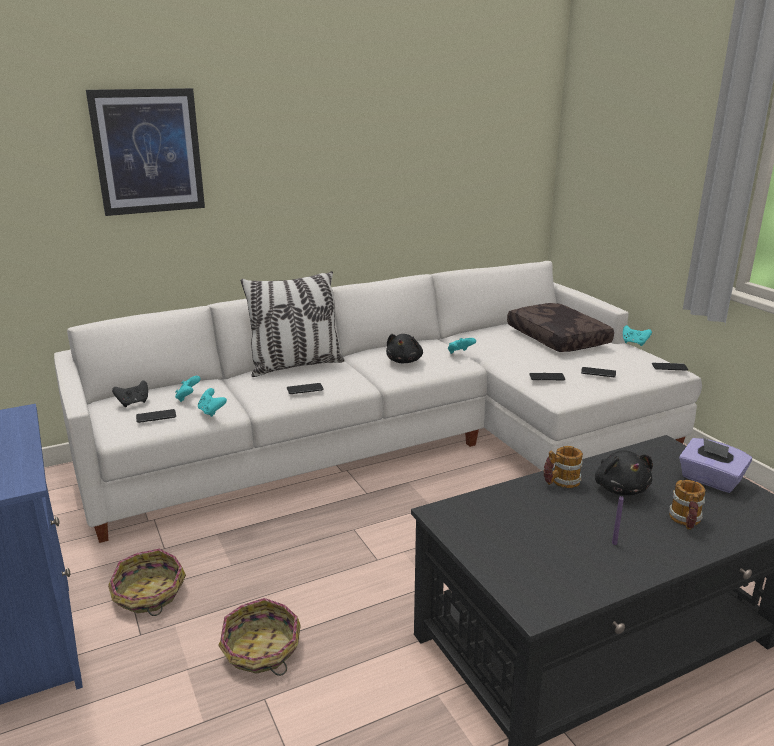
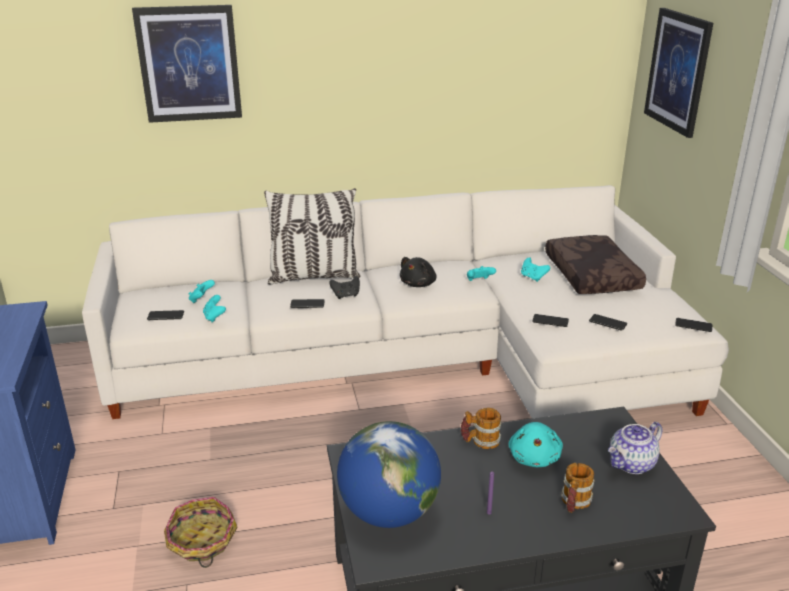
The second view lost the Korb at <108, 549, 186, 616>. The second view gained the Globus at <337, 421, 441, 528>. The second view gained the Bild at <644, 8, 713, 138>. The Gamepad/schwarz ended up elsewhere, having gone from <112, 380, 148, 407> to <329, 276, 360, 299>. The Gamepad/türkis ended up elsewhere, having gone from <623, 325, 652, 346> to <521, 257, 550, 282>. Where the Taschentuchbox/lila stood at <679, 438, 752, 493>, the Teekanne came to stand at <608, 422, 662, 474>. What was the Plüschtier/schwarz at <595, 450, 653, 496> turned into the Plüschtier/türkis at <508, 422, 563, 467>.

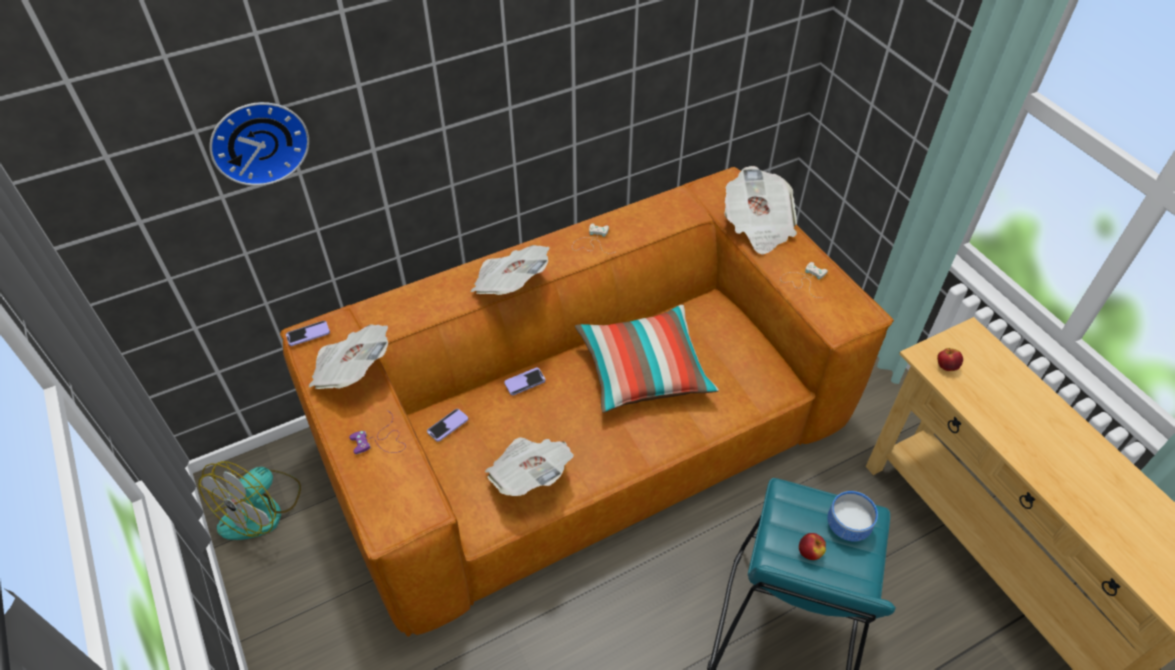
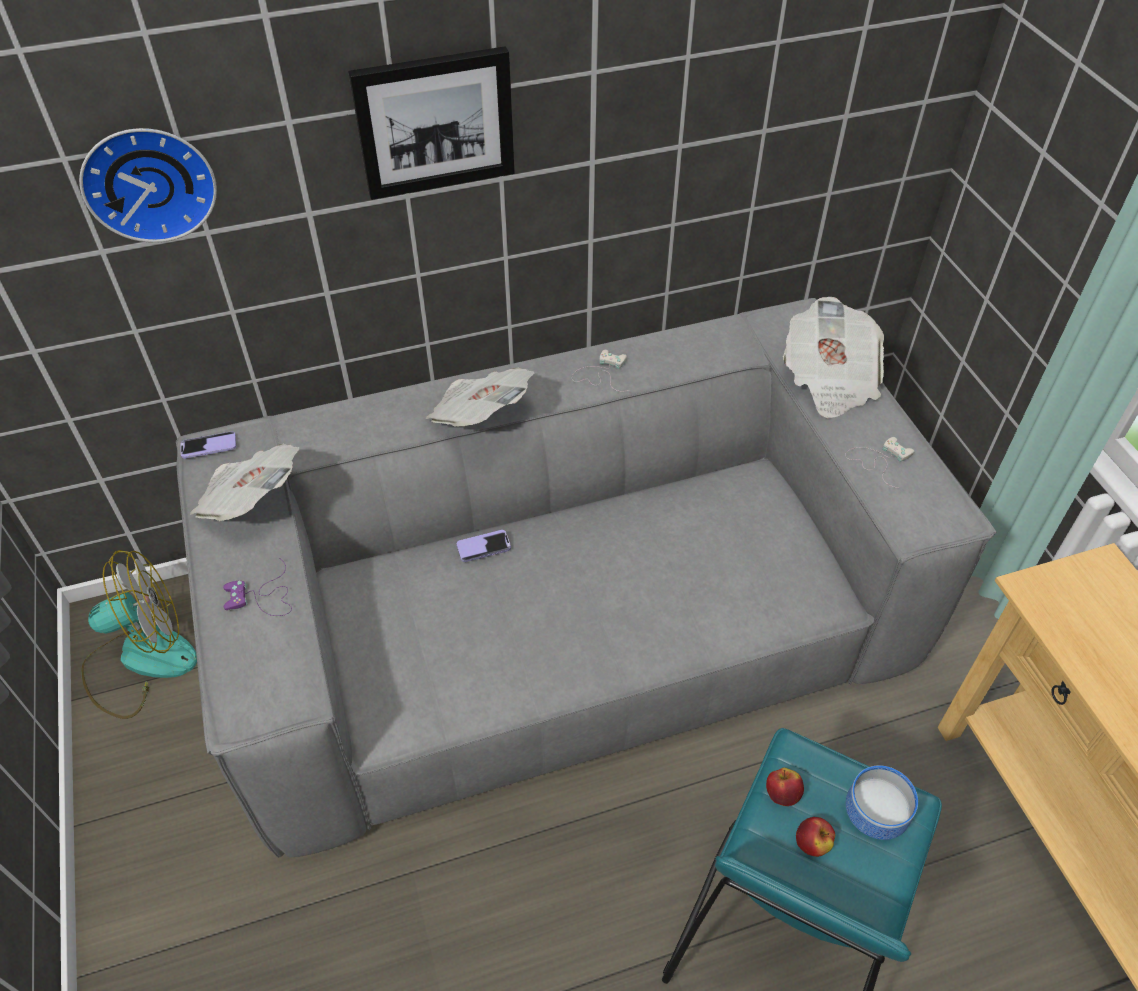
The second view lost the Handy at <427, 409, 468, 442>. The second view lost the Zeitung at <485, 437, 574, 496>. The second view lost the Kissen at <575, 305, 719, 413>. The second view gained the Bild at <348, 46, 515, 200>. The Apfel ended up elsewhere, having gone from <937, 348, 963, 371> to <766, 767, 804, 806>. What was the Sofa/braun at <280, 167, 894, 637> turned into the Sofa/grau at <176, 298, 997, 858>. The Ventilator at <198, 461, 301, 540> ended up facing another way, 150 degrees counterclockwise from before.

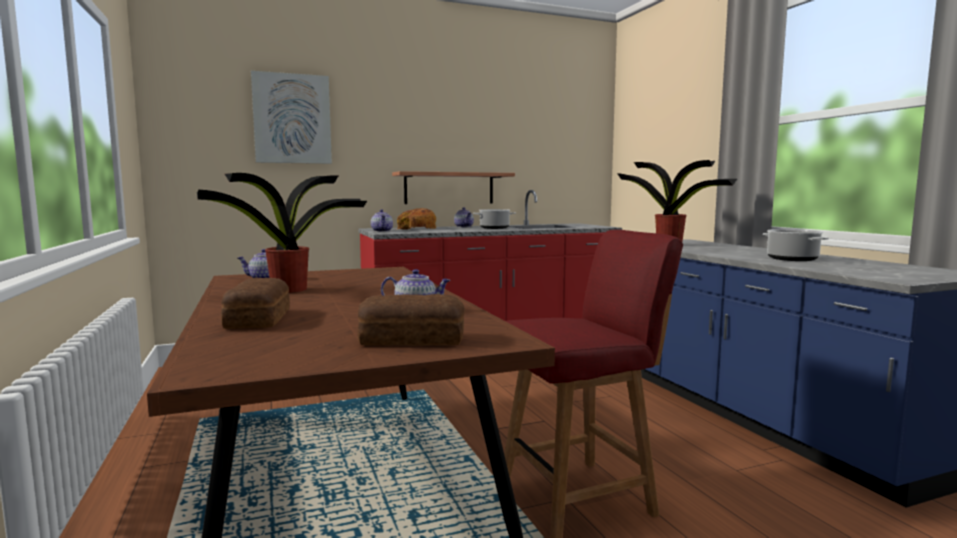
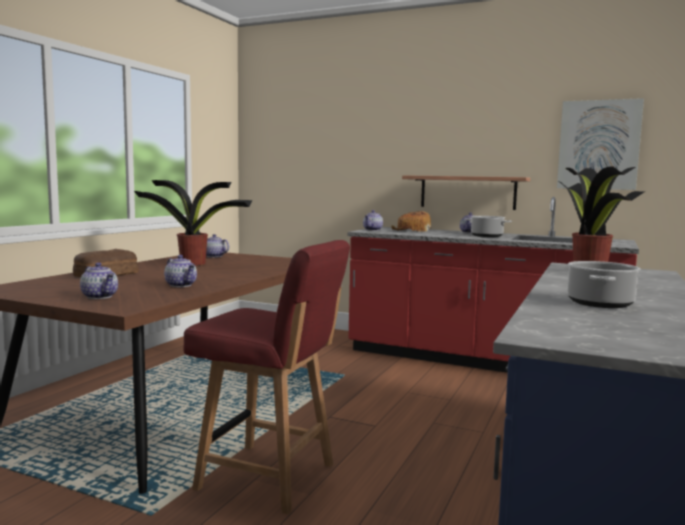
The Bild ended up elsewhere, having gone from <251, 71, 332, 164> to <557, 98, 644, 190>. Where the Brot stood at <357, 294, 465, 346>, the Teekanne came to stand at <80, 262, 118, 299>.

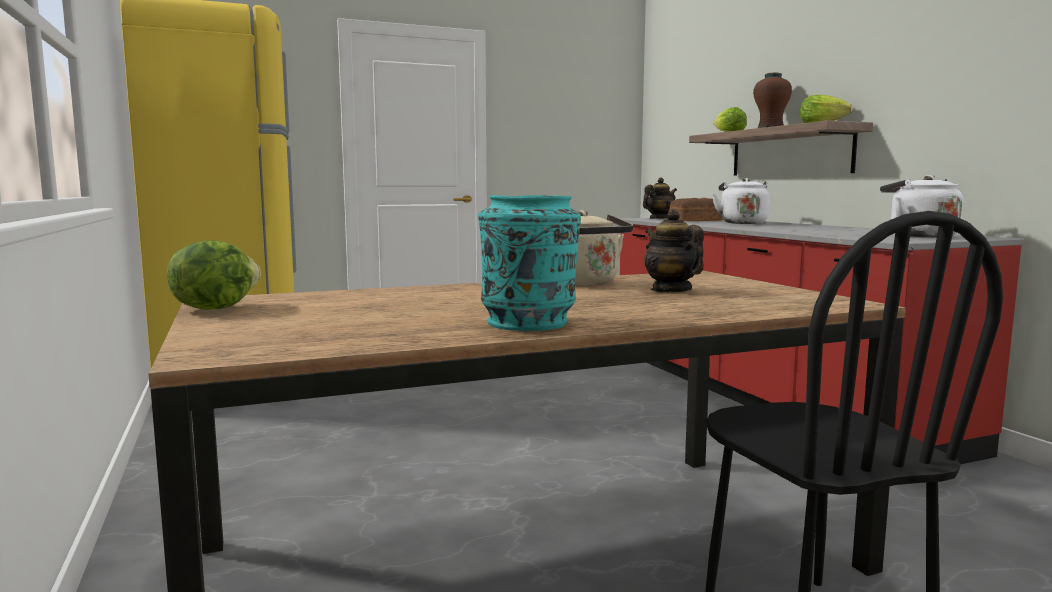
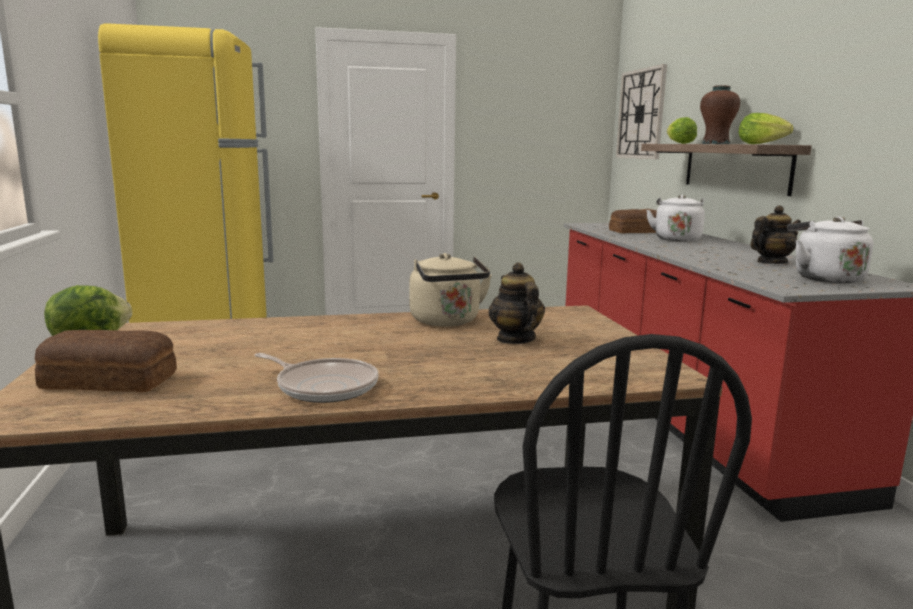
The second view gained the Brot at <35, 330, 177, 392>. The second view gained the Wanduhr at <616, 64, 667, 159>. The Teekanne ended up elsewhere, having gone from <643, 177, 677, 219> to <750, 205, 801, 264>. Where the Vase/türkis stood at <478, 195, 581, 331>, the Pfanne came to stand at <255, 353, 379, 403>.

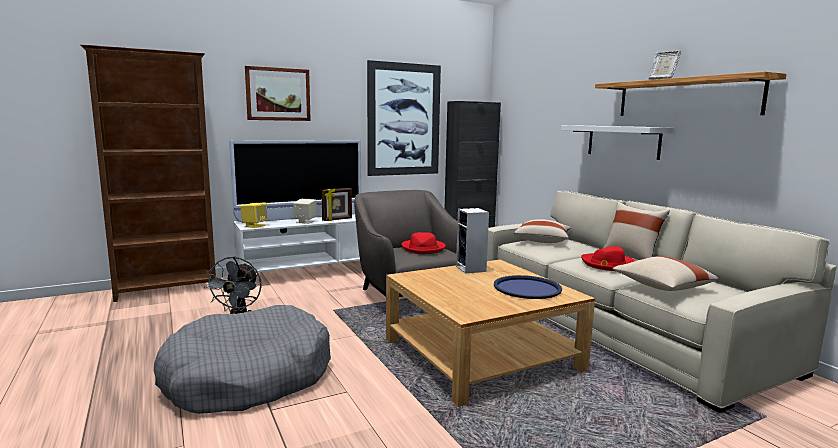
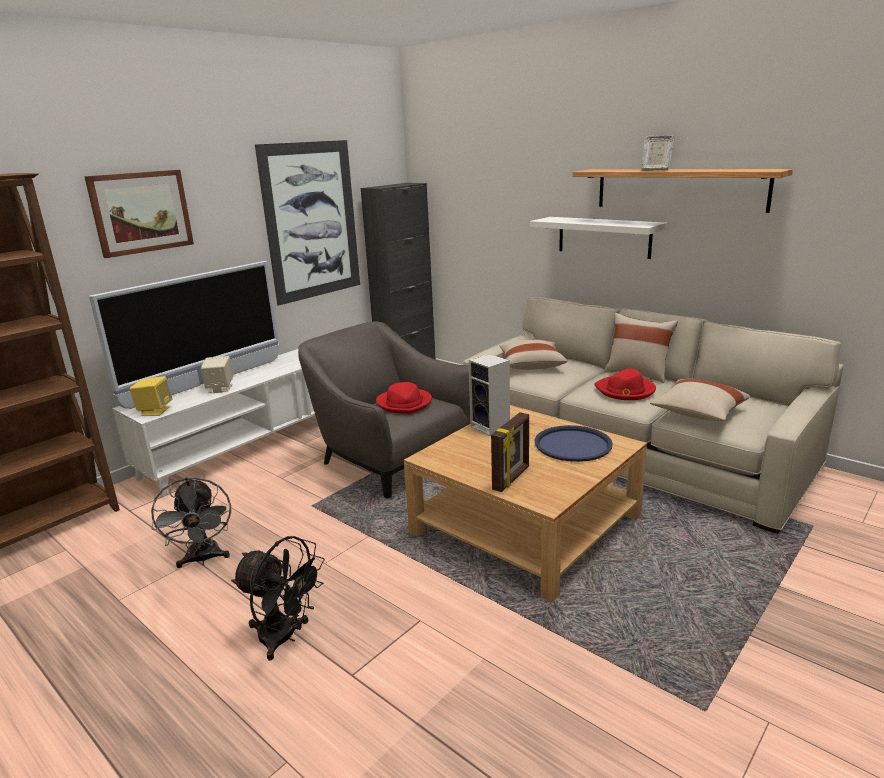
The Bilderrahmen ended up elsewhere, having gone from <321, 188, 352, 221> to <491, 412, 529, 492>. Where the Hundebett/grau stood at <154, 305, 331, 414>, the Ventilator/schwarz came to stand at <231, 536, 325, 661>.

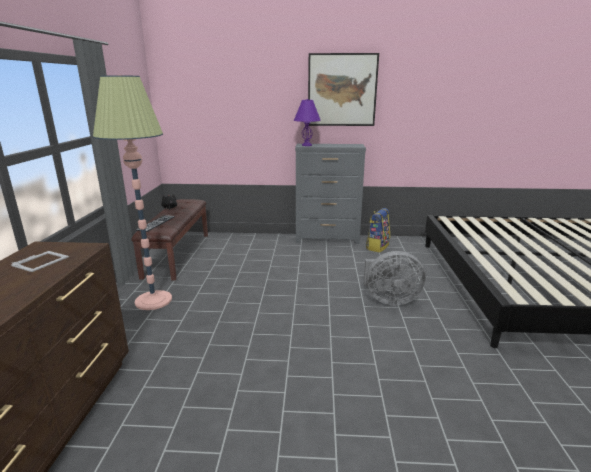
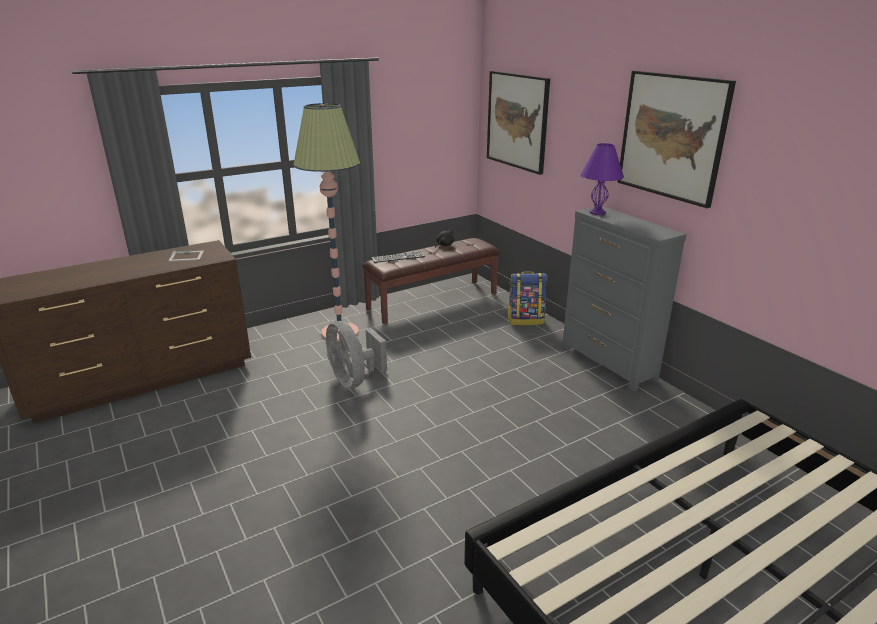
The second view gained the Bild at <487, 71, 550, 175>. The Ventilator/grau ended up elsewhere, having gone from <364, 251, 426, 305> to <326, 321, 387, 388>. The Rucksack ended up elsewhere, having gone from <366, 208, 390, 253> to <507, 271, 548, 325>.

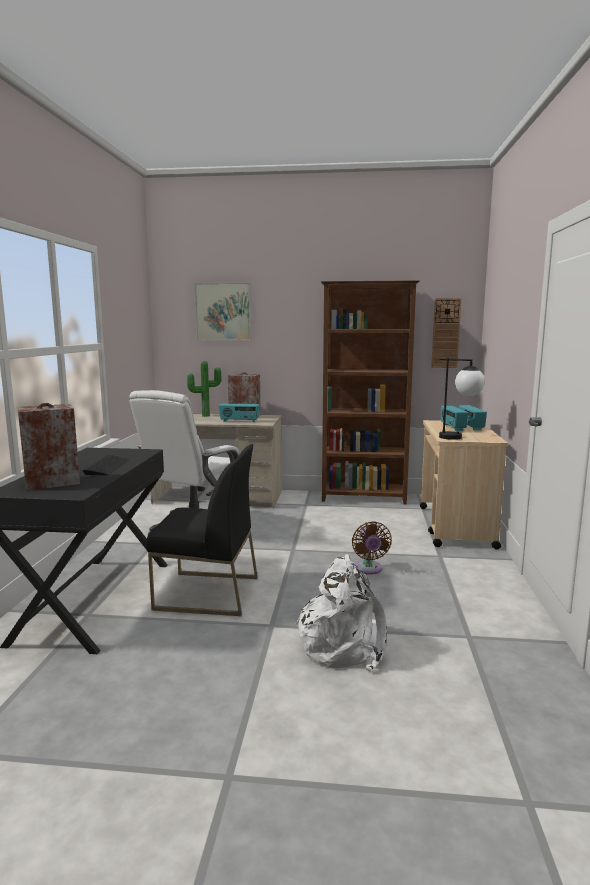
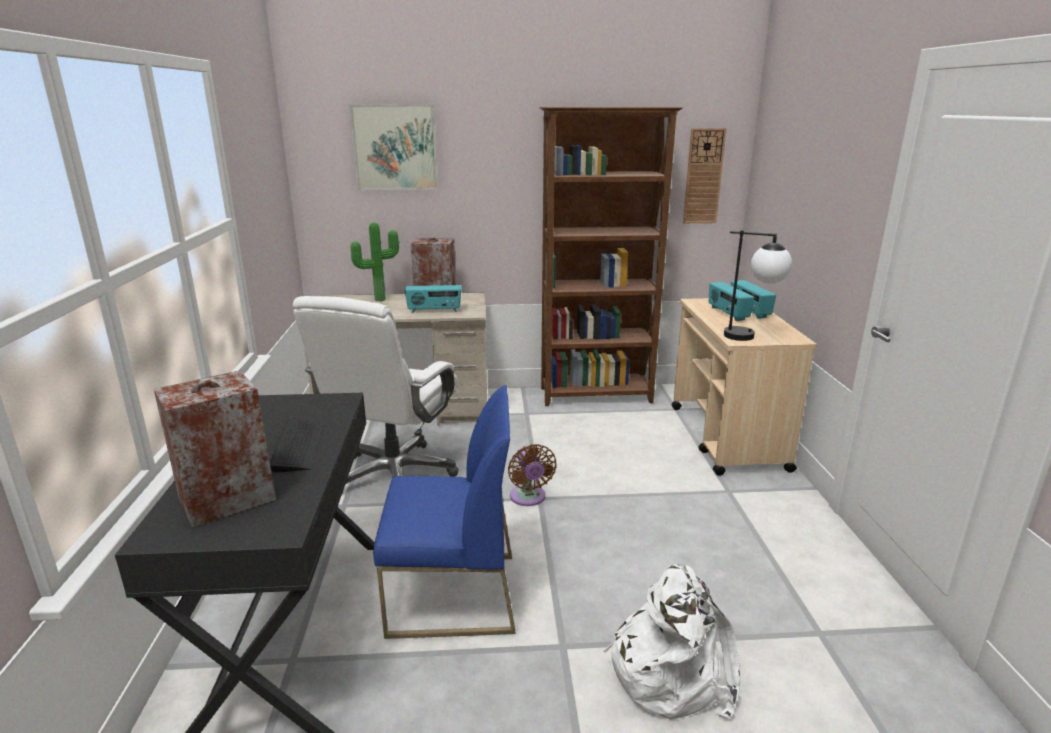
The Ventilator/braun ended up elsewhere, having gone from <352, 521, 392, 575> to <508, 444, 557, 506>. What was the Stuhl/schwarz at <146, 444, 258, 616> turned into the Stuhl/blau at <373, 385, 515, 639>.

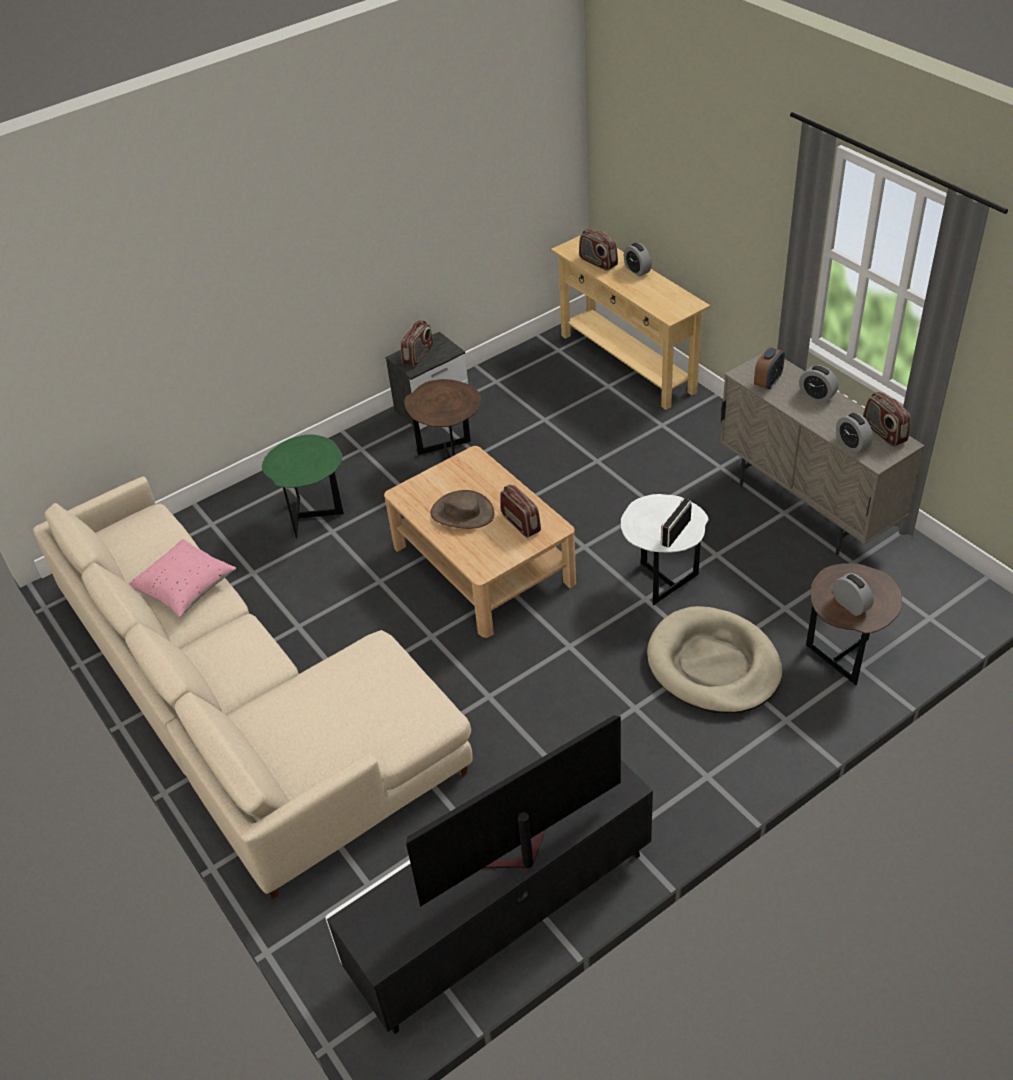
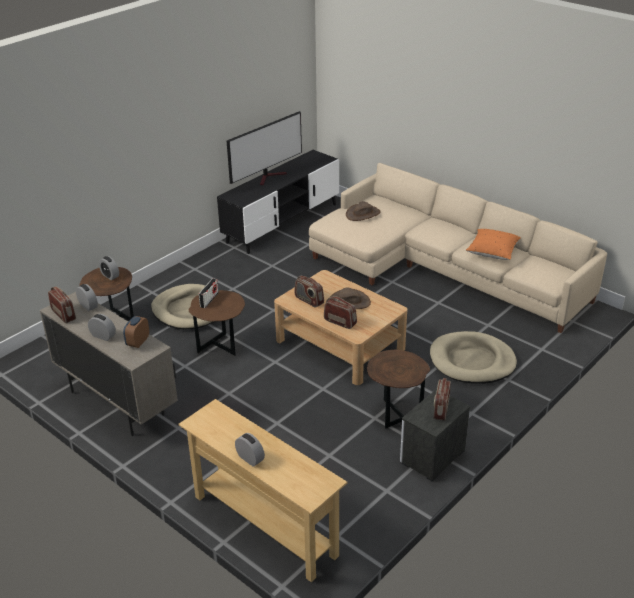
The second view gained the Hut/braun at <346, 201, 381, 221>. The Radio ended up elsewhere, having gone from <579, 229, 618, 271> to <324, 297, 357, 329>. Where the Beistelltisch/grün stood at <262, 434, 344, 538>, the Hundebett/beige came to stand at <430, 331, 517, 384>. What was the Kissen/rosa at <129, 539, 236, 617> turned into the Kissen/orange at <466, 229, 521, 260>. What was the Beistelltisch/weiß at <621, 494, 709, 605> turned into the Beistelltisch/braun at <189, 290, 245, 356>.

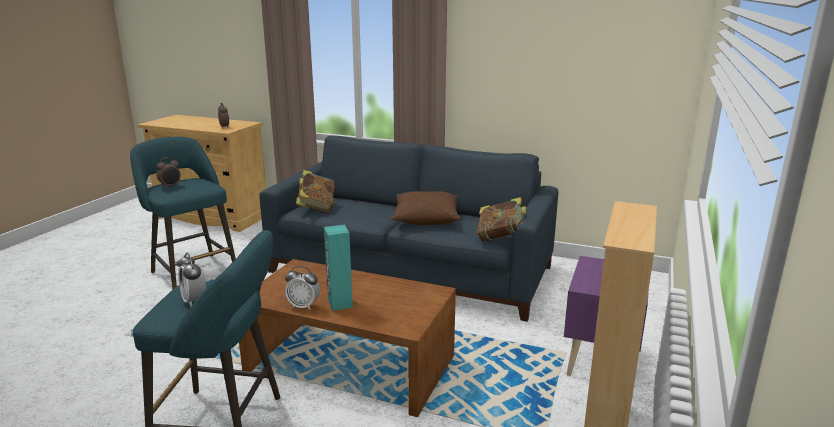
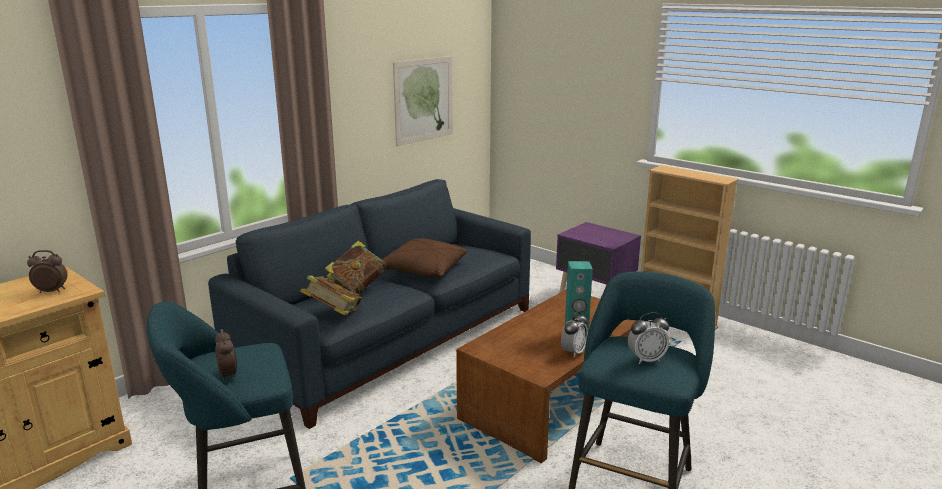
The second view gained the Bild at <393, 56, 453, 146>. The Buch ended up elsewhere, having gone from <477, 197, 526, 241> to <325, 241, 387, 294>.

